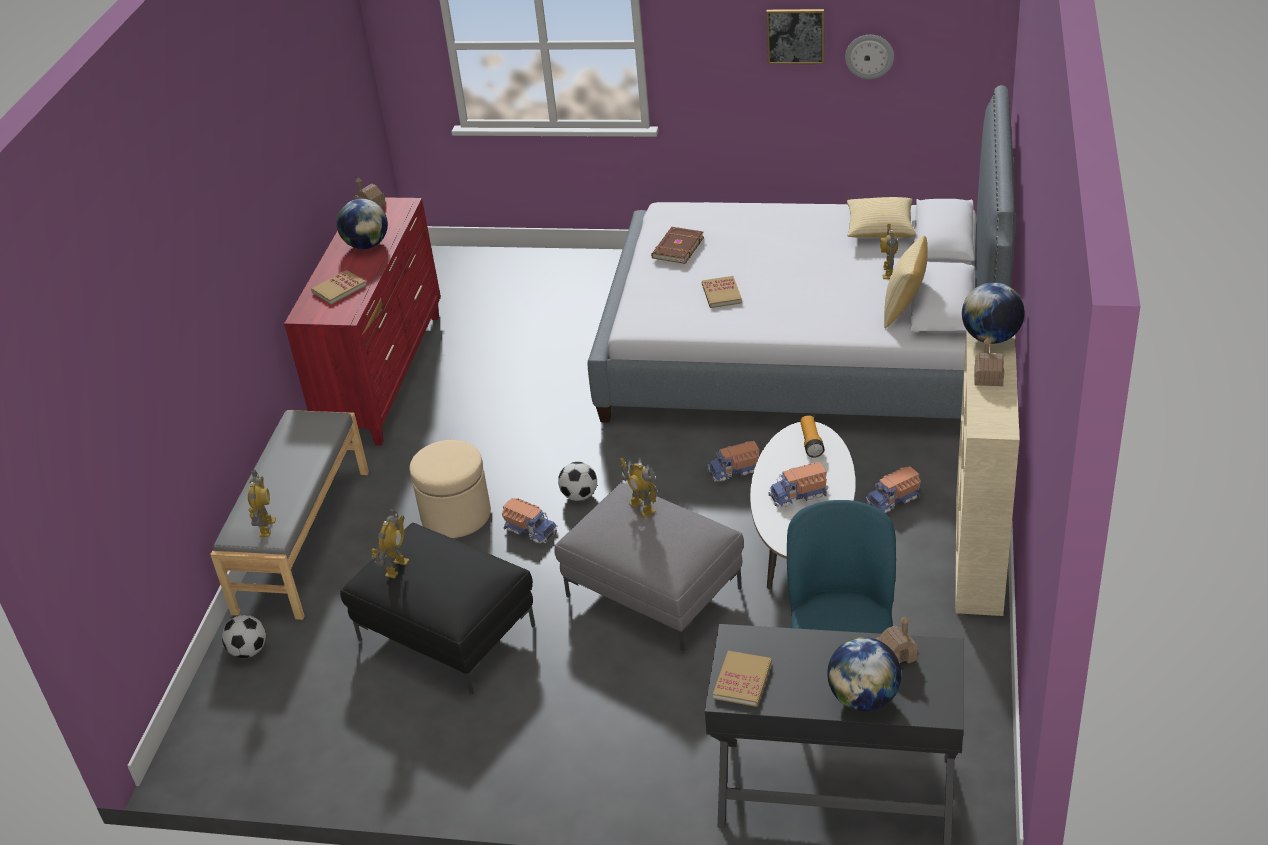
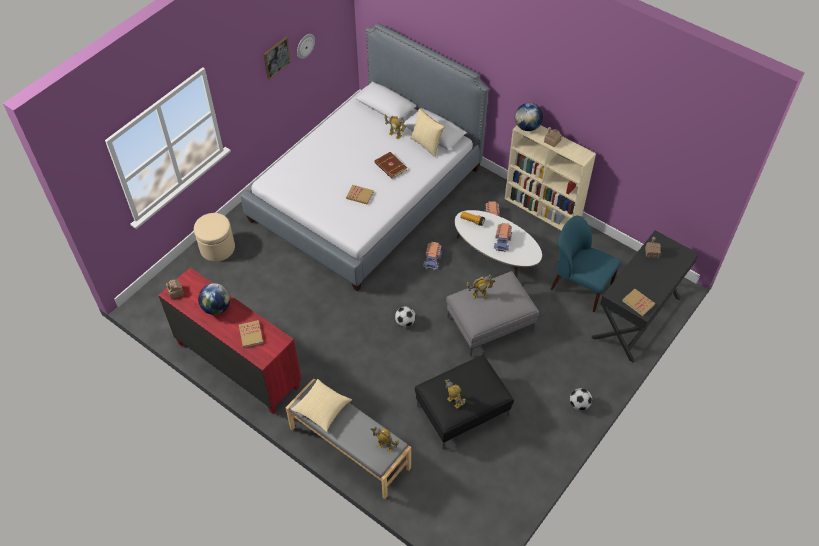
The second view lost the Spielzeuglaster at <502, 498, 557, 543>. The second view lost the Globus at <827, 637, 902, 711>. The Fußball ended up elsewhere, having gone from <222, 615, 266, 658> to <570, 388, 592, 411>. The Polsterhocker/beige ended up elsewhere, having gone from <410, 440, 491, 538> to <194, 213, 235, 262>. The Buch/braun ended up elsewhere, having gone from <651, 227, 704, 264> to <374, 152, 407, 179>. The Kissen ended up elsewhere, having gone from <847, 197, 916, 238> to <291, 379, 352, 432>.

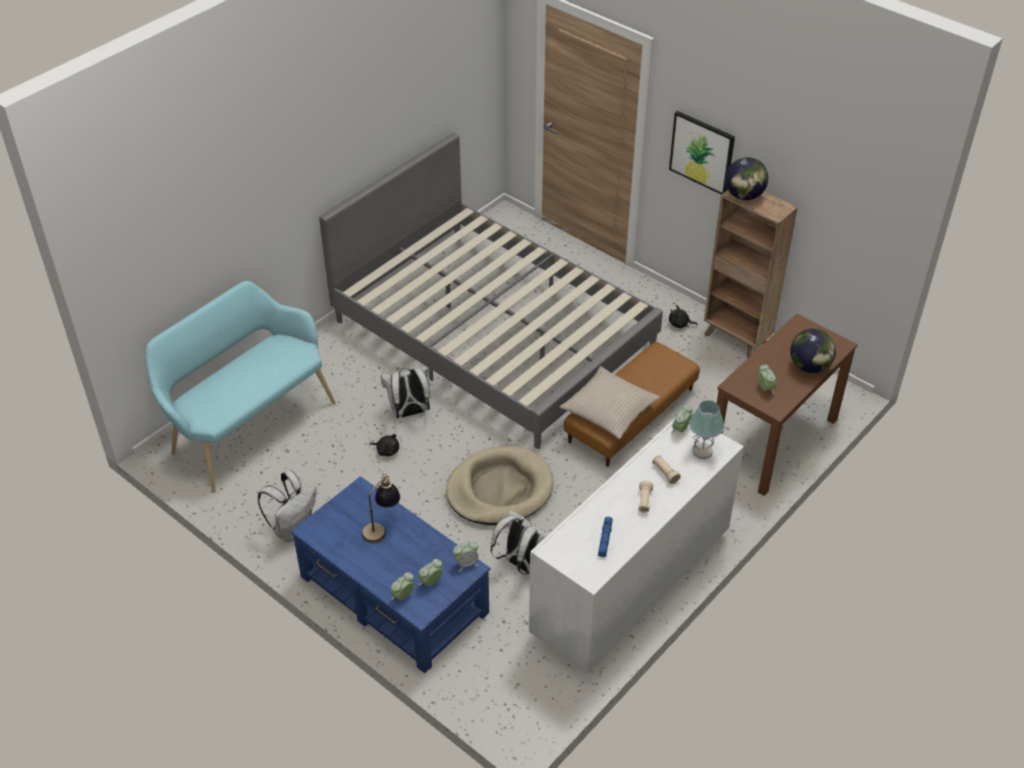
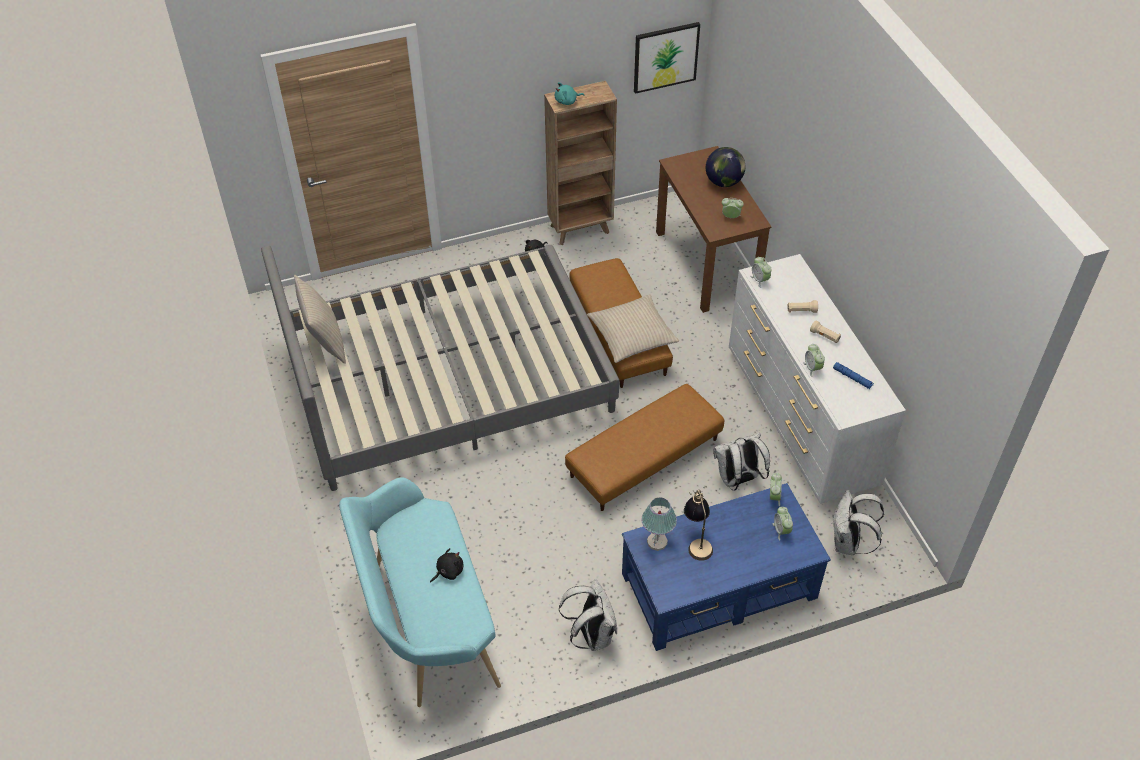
The second view gained the Kissen/beige at <294, 275, 346, 364>. The Plüschtier/schwarz ended up elsewhere, having gone from <370, 434, 399, 456> to <430, 548, 464, 583>. The Rucksack/weiß ended up elsewhere, having gone from <381, 366, 430, 418> to <833, 490, 884, 555>. The Wecker ended up elsewhere, having gone from <391, 572, 414, 600> to <803, 344, 825, 377>. The Bild ended up elsewhere, having gone from <669, 111, 735, 195> to <634, 22, 700, 94>. The Tischlampe ended up elsewhere, having gone from <689, 400, 724, 459> to <641, 498, 677, 551>. Where the Hundebett/beige stood at <446, 446, 554, 525>, the Polsterhocker/braun came to stand at <565, 384, 724, 511>. Where the Globus stood at <725, 157, 768, 200>, the Plüschtier/türkis came to stand at <555, 82, 585, 105>.

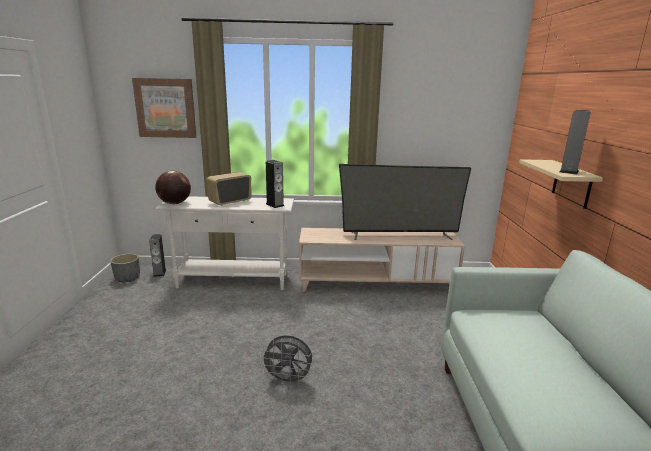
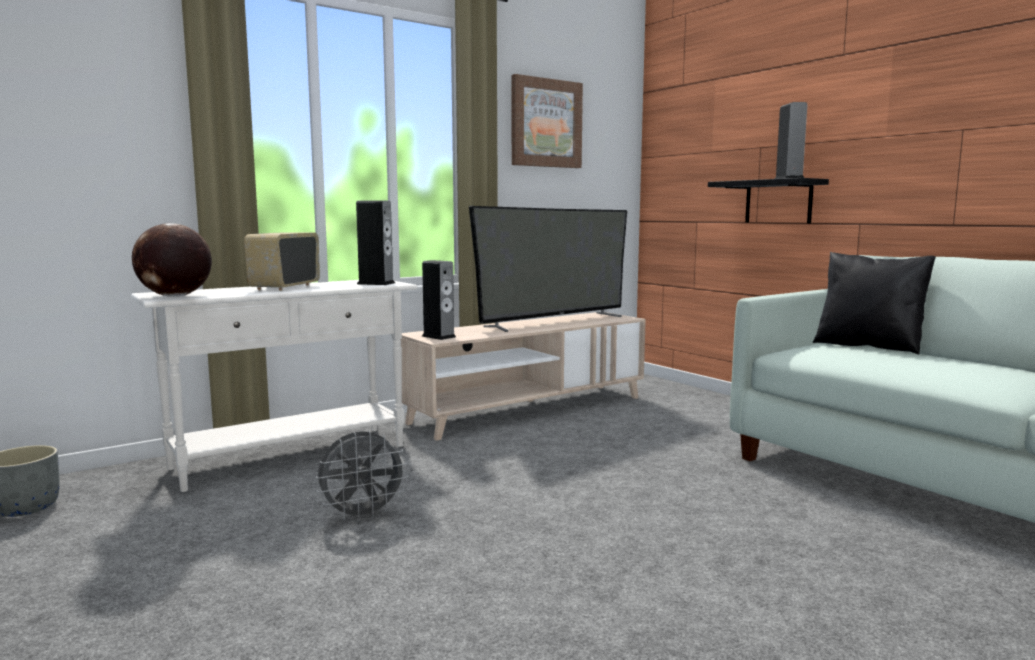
The second view gained the Kissen/schwarz at <813, 252, 936, 355>. The Bild ended up elsewhere, having gone from <132, 78, 196, 138> to <512, 74, 583, 168>. The Lautsprecher ended up elsewhere, having gone from <149, 234, 167, 277> to <422, 260, 456, 340>. The Ventilator/grau ended up elsewhere, having gone from <260, 335, 314, 386> to <316, 430, 409, 522>. What was the Wandregal/beige at <519, 159, 603, 209> turned into the Wandregal/schwarz at <708, 178, 829, 223>.

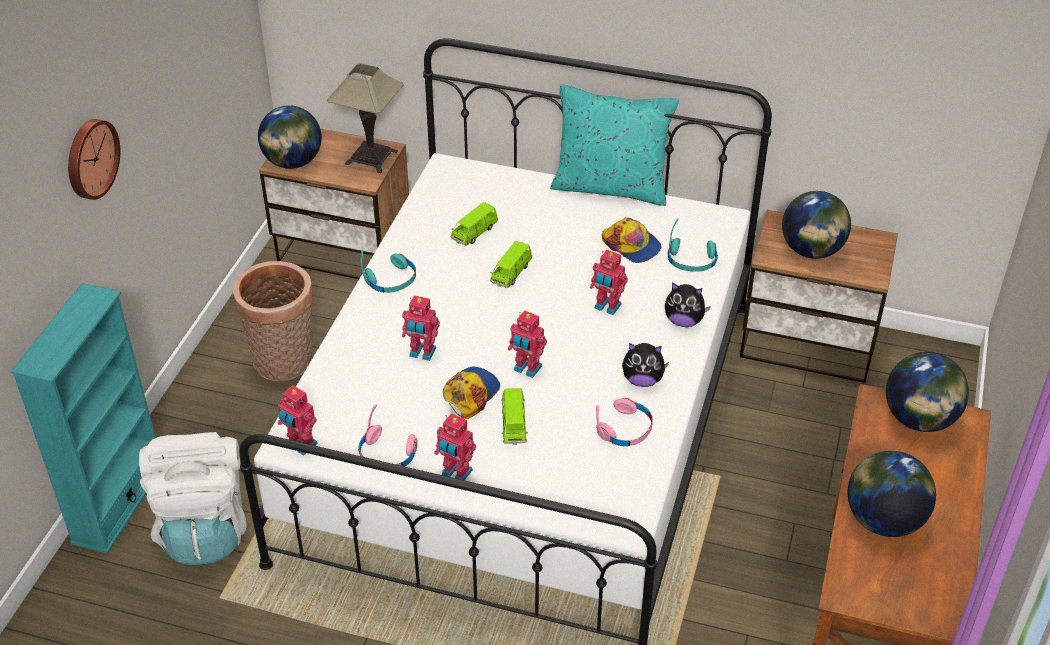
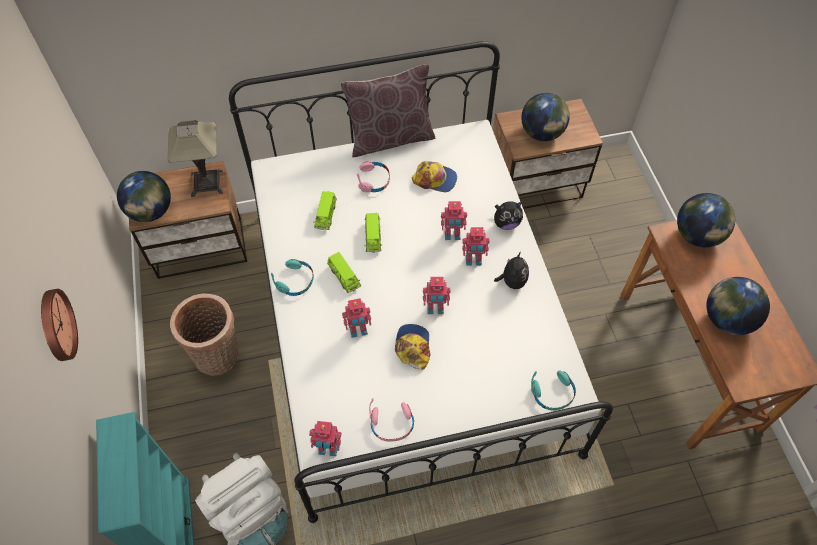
The Spielzeugroboter ended up elsewhere, having gone from <434, 413, 476, 480> to <462, 227, 490, 266>. The Spielzeugauto/grün ended up elsewhere, having gone from <501, 388, 528, 445> to <327, 252, 361, 293>. The Kopfhörer/rosa ended up elsewhere, having gone from <596, 398, 653, 446> to <357, 161, 390, 192>. The Kopfhörer/türkis ended up elsewhere, having gone from <668, 218, 718, 272> to <531, 370, 576, 411>. What was the Kissen/türkis at <550, 84, 679, 206> turned into the Kissen/braun at <341, 64, 435, 158>. The Plüschtier at <622, 343, 669, 387> ended up facing another way, 60 degrees counterclockwise from before.

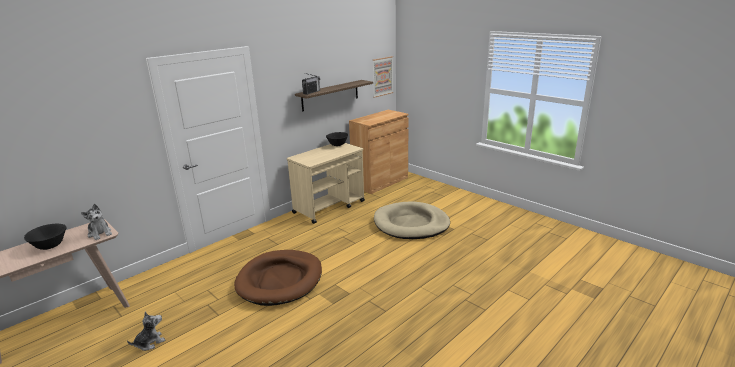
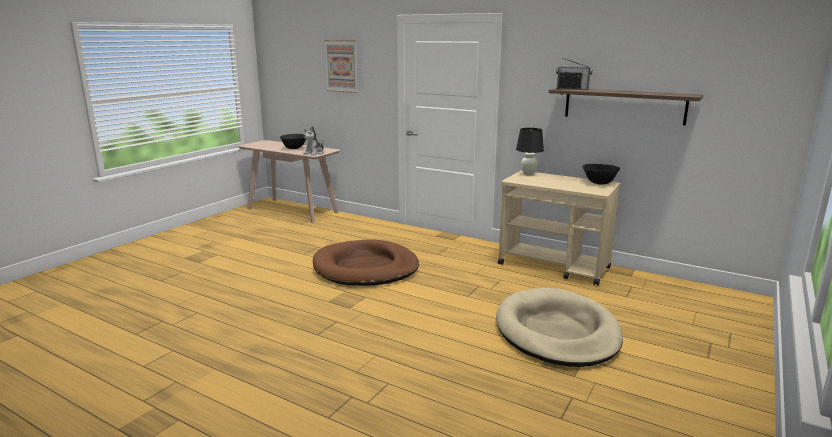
The second view lost the Plüschtier at <127, 311, 165, 351>. The second view lost the Schrank/braun at <349, 110, 409, 194>. The second view gained the Tischlampe/schwarz at <516, 128, 544, 176>. The Bild ended up elsewhere, having gone from <372, 56, 393, 98> to <324, 40, 358, 93>.

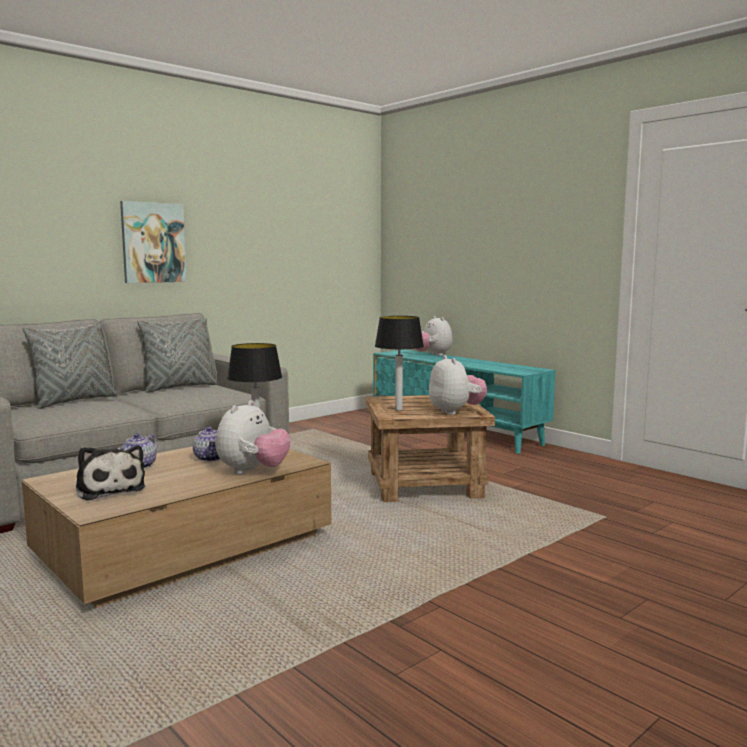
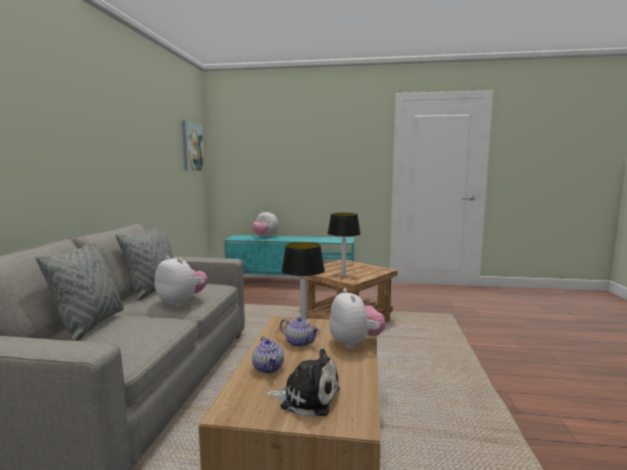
The Bild ended up elsewhere, having gone from <120, 201, 187, 283> to <182, 121, 204, 171>. The Plüschtier ended up elsewhere, having gone from <429, 355, 487, 415> to <154, 256, 208, 307>.

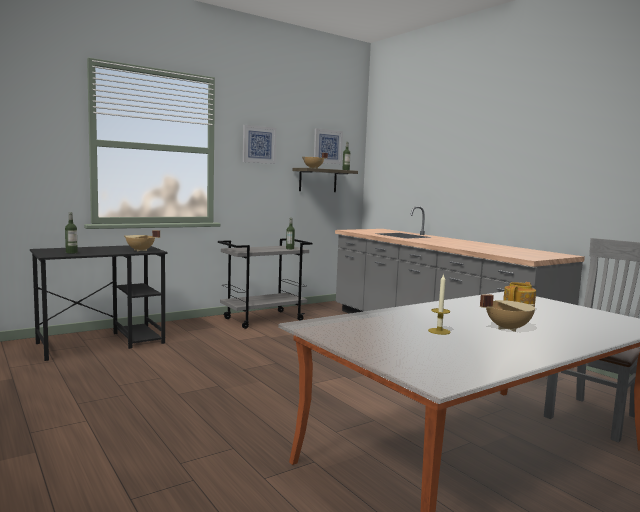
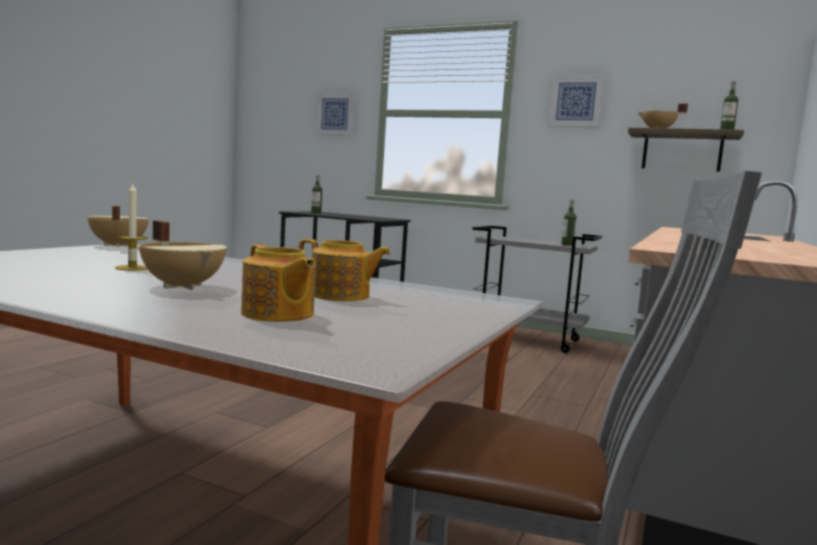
The second view gained the Teekanne at <241, 244, 315, 322>. The Kochtopf/beige ended up elsewhere, having gone from <124, 230, 160, 251> to <87, 205, 149, 247>. The Bild ended up elsewhere, having gone from <314, 128, 343, 164> to <316, 92, 355, 136>.

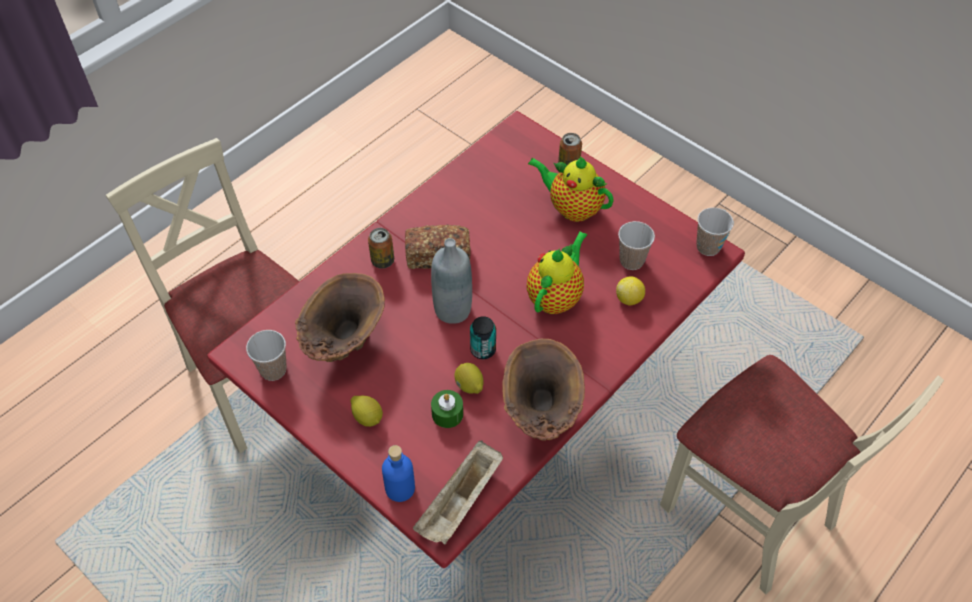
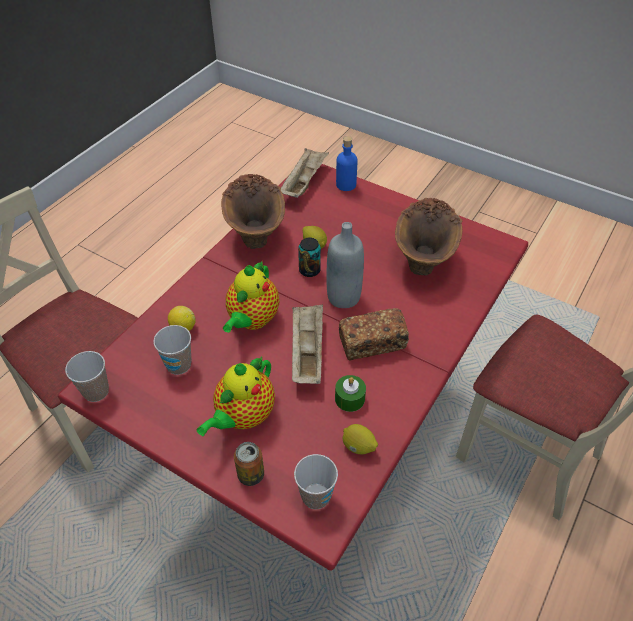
The second view lost the Dose at <368, 228, 394, 269>. The second view gained the Tablett/beige at <292, 304, 323, 384>. The Tasse ended up elsewhere, having gone from <246, 330, 287, 381> to <294, 454, 338, 509>. The Zitrone ended up elsewhere, having gone from <350, 396, 383, 427> to <343, 424, 378, 454>. The Kerze/grün ended up elsewhere, having gone from <431, 390, 463, 428> to <335, 375, 366, 412>. The Teekanne at <528, 156, 614, 222> ended up facing another way, 105 degrees clockwise from before.

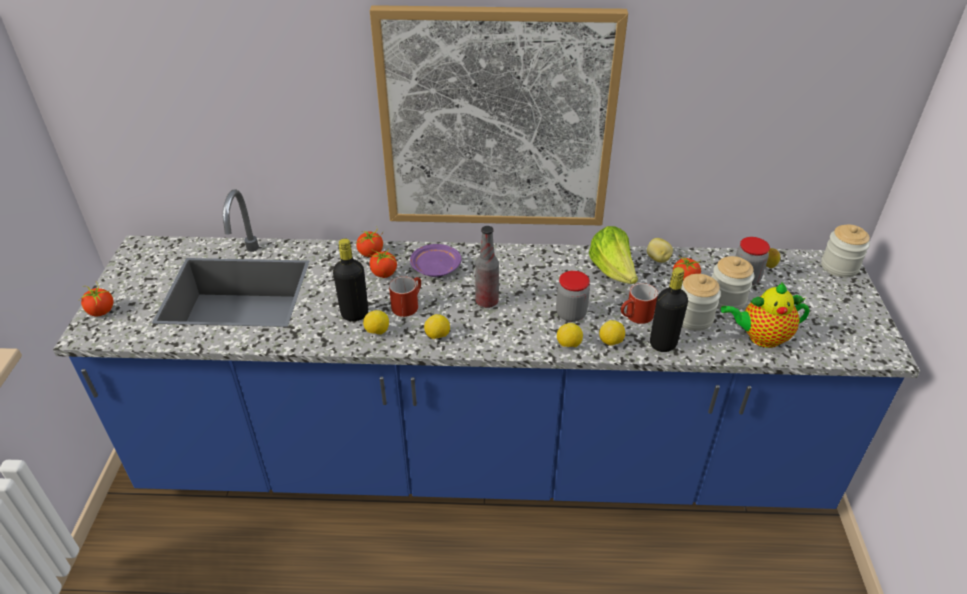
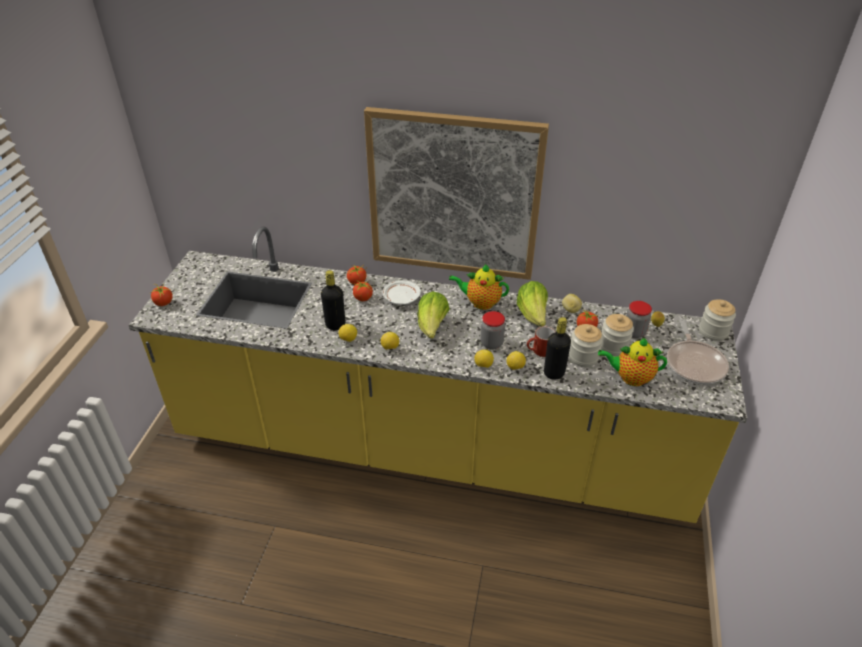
The second view lost the Henkelbecher/rot at <389, 276, 421, 317>. The second view gained the Teekanne at <449, 264, 509, 310>. The second view gained the Pfanne at <667, 319, 729, 384>. Where the Flasche stood at <475, 226, 499, 308>, the Salatkopf came to stand at <418, 291, 450, 338>. What was the Küchenzeile/blau at <53, 189, 920, 509> turned into the Küchenzeile/gelb at <128, 226, 747, 523>. What was the Teller/lila at <410, 244, 462, 277> turned into the Teller/weiß at <383, 280, 421, 305>.

